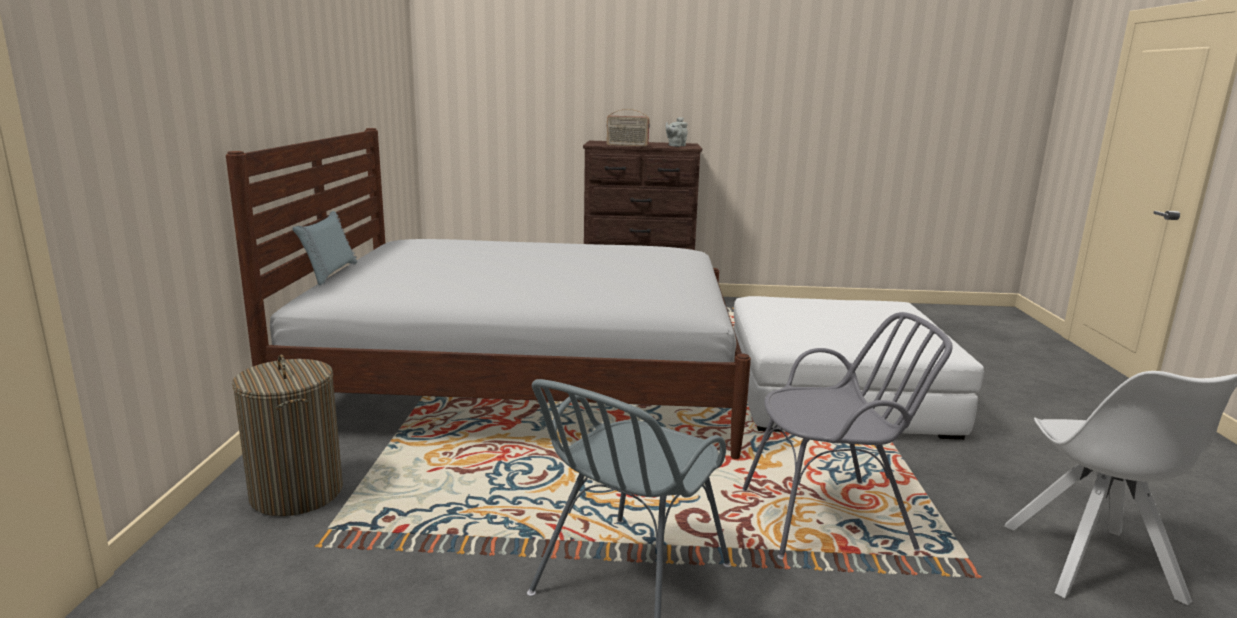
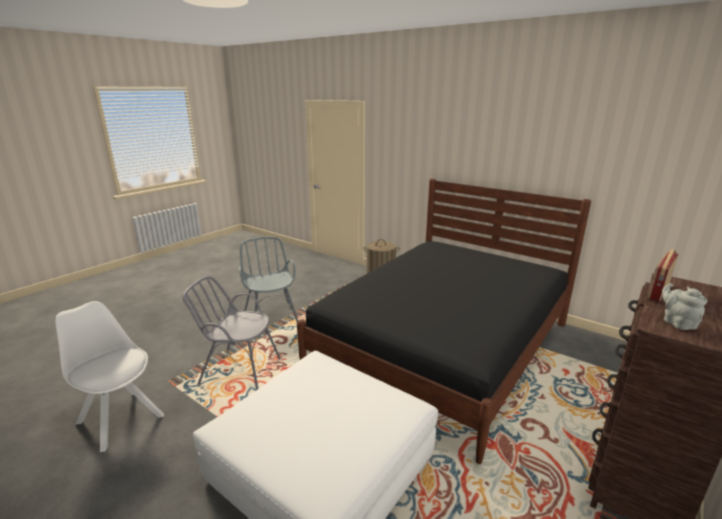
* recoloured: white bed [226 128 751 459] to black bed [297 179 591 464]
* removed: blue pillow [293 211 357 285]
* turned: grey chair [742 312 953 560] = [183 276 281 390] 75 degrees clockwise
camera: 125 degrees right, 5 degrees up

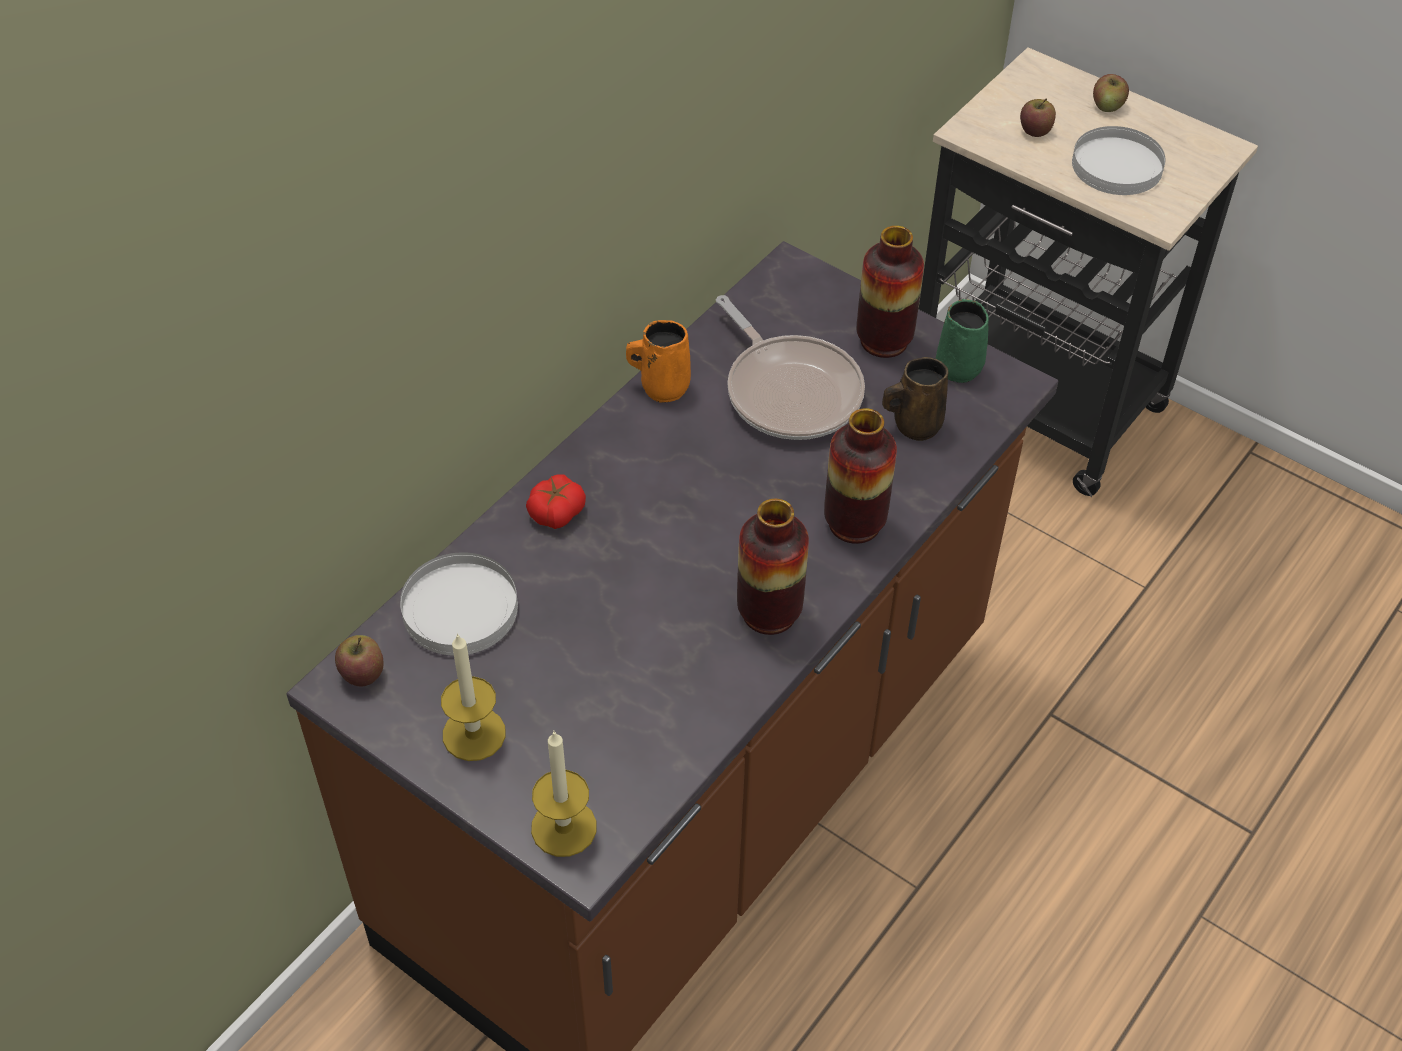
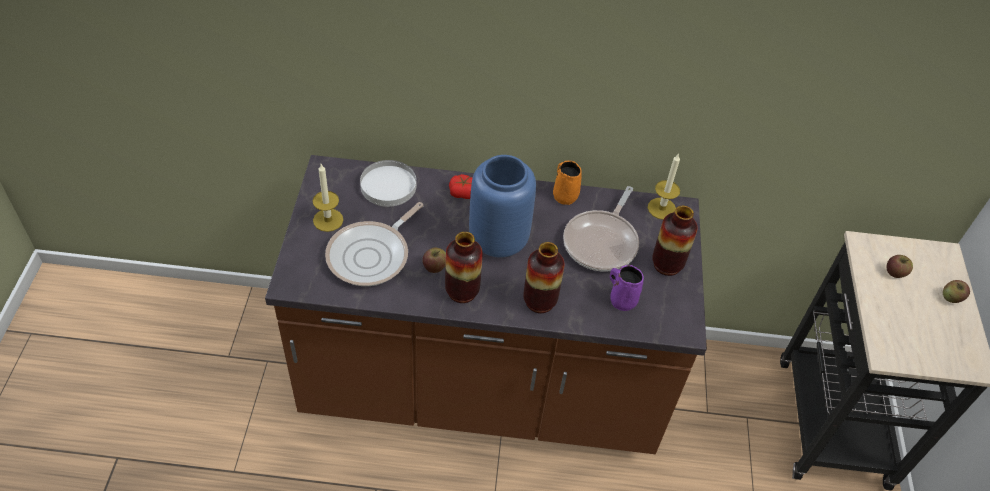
* moved: apple [335 635 383 686] to [422 248 446 273]
* moved: candle [531 731 597 857] to [648 153 680 220]
* recoloured: brown mug [882 357 949 441] to purple mug [610 265 644 311]
* removed: green mug [936 299 989 383]
* removed: white plate [1072 126 1166 195]
* added: frying pan [325 202 424 286]
* added: blue vase [469 155 536 257]
camera: 55 degrees right, 0 degrees up

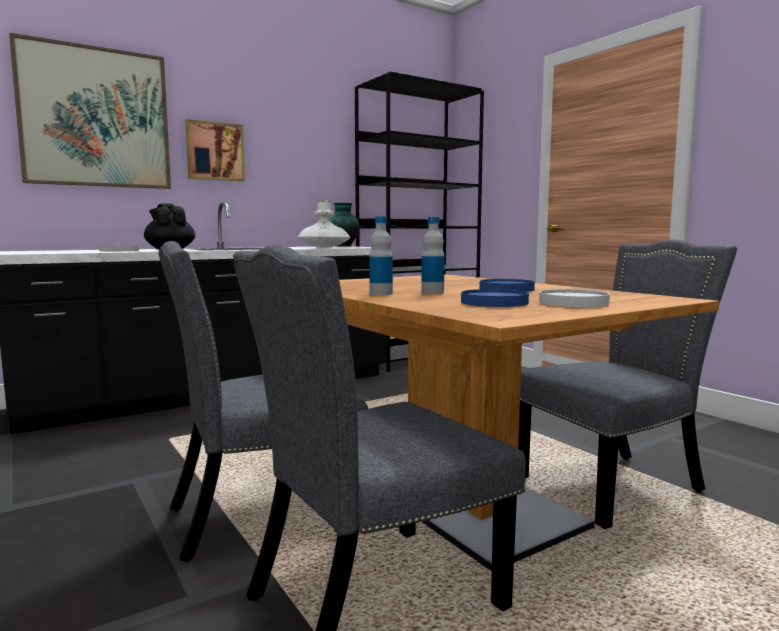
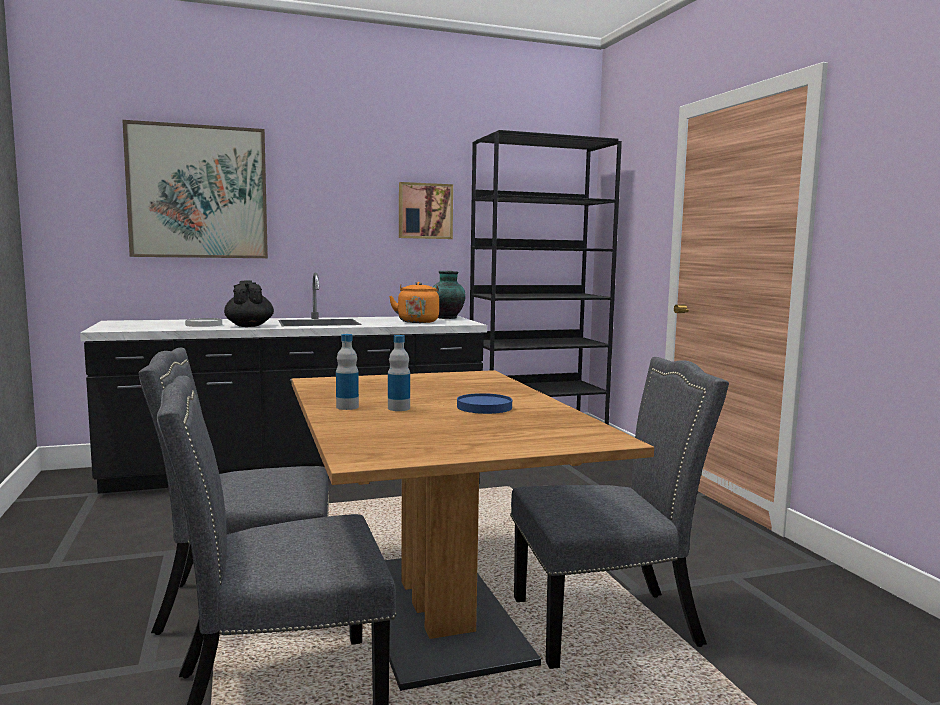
* moved: picture [185 119 245 181] to [399 182 453 239]
* replaced: white vase [298 200 350 248] to orange kettle [389 282 439 323]
* removed: blue plate [461 289 529 307]
* removed: white plate [539 289 610 307]
camera: 15 degrees right, 0 degrees up

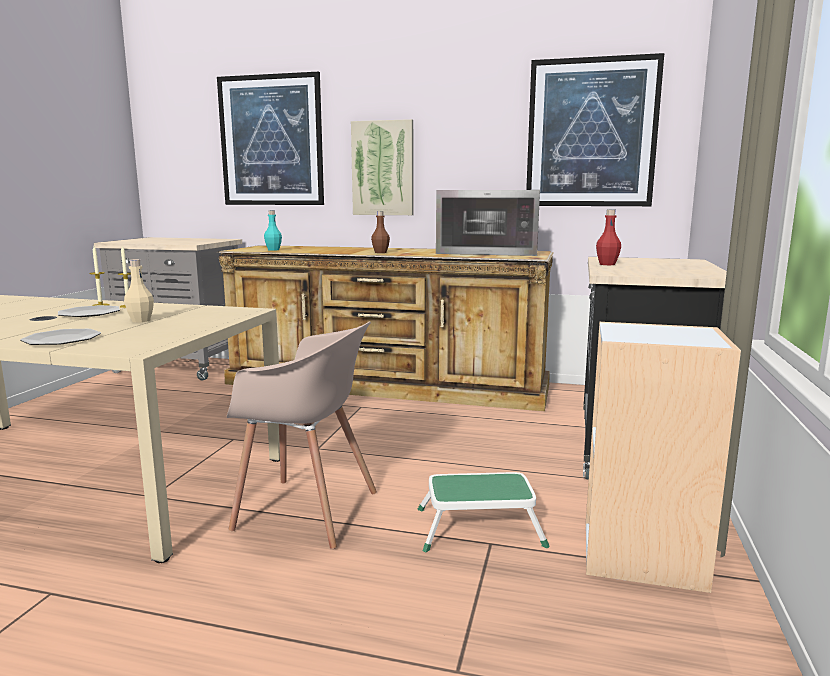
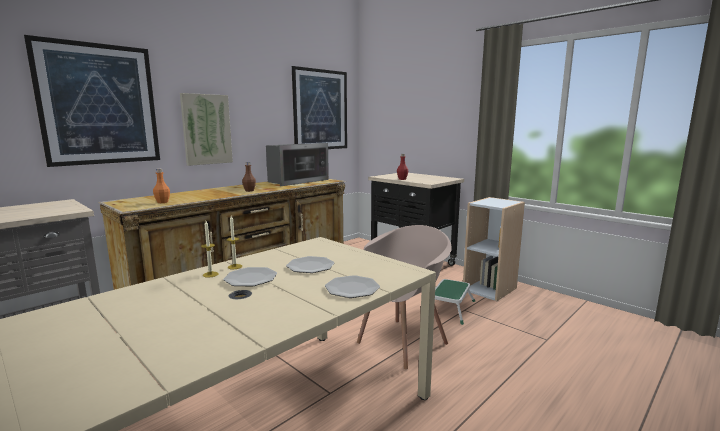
* replaced: beige bottle [124 259 154 323] to plate [286 256 334 273]
* recoloured: turquoise bottle [264 210 282 251] to orange bottle [153 169 170 203]
camera: 60 degrees left, 0 degrees up

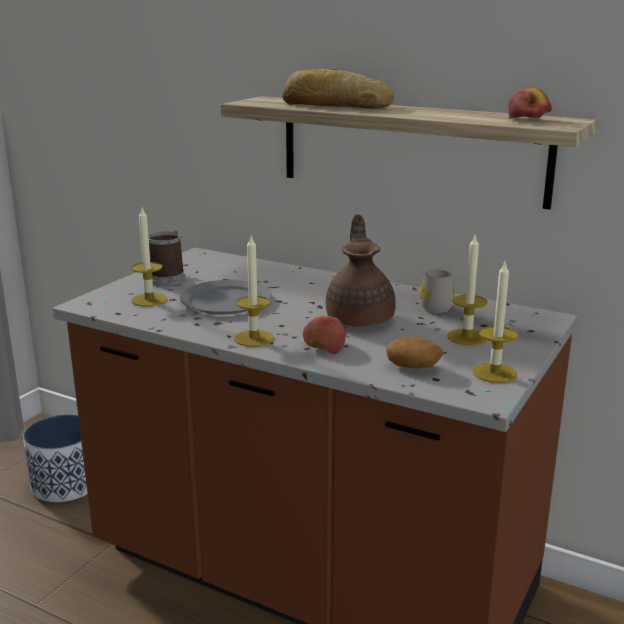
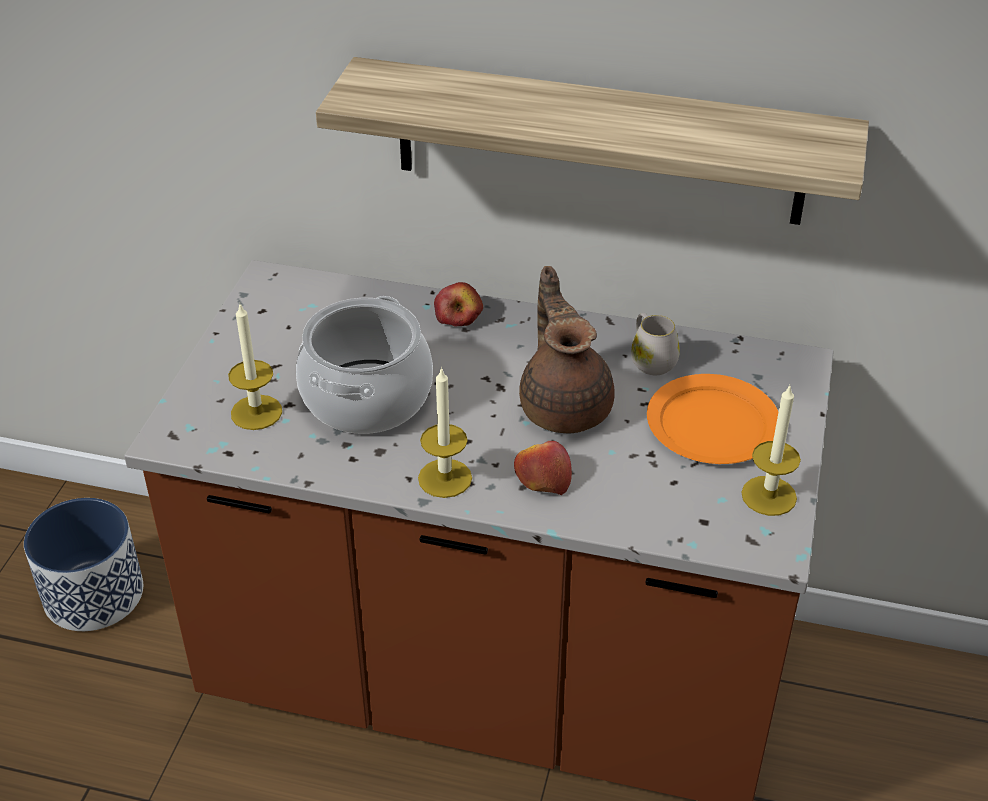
* removed: mug [148 231 186 286]
* replaced: grey plate [180 280 272 314] to cooking pot [296 296 433 434]
* removed: bread [282 68 394 109]
* removed: potato [386 336 443 368]
* replaced: candle [447 233 488 345] to orange plate [647 374 778 464]
* moved: apple [508 87 552 119] to [434 282 483 326]
camera: 15 degrees left, 20 degrees up

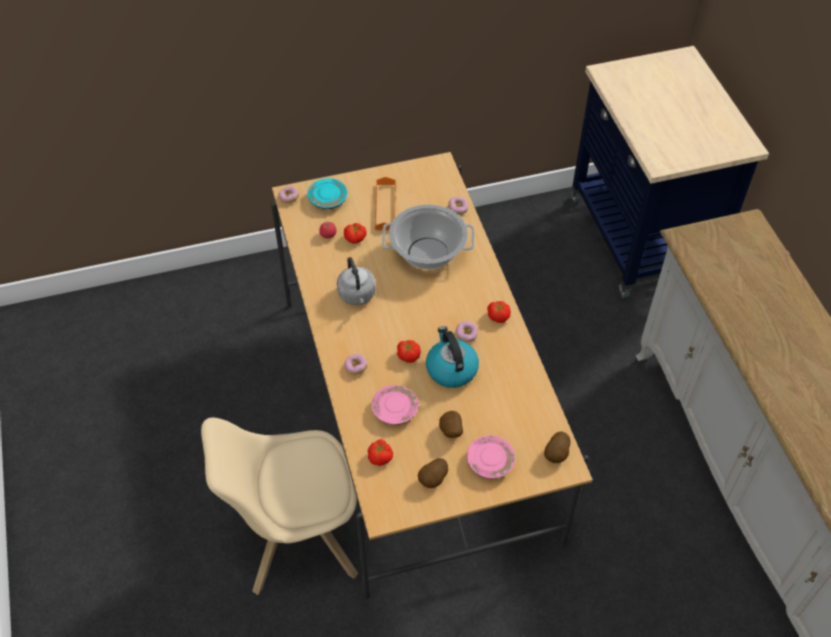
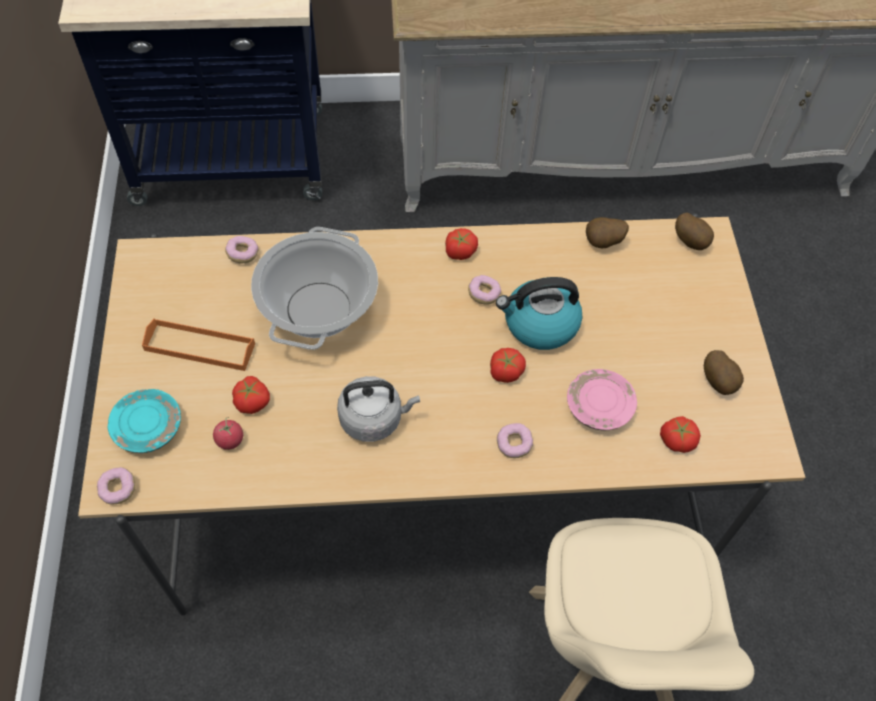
* moved: potato [439 411 463 438] to [586 217 629 248]
* removed: pink plate [467 435 515 479]
camera: 80 degrees left, 5 degrees up

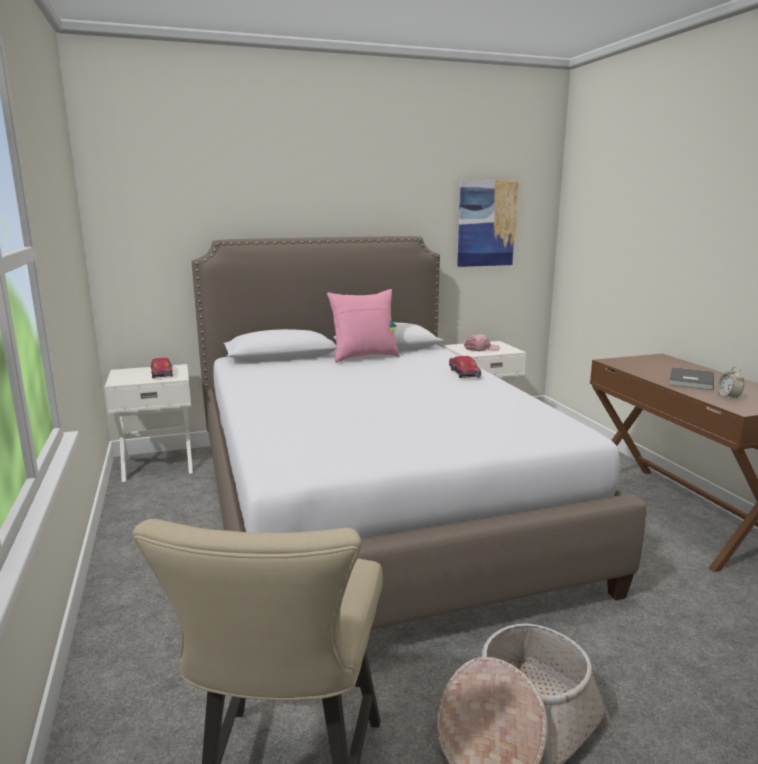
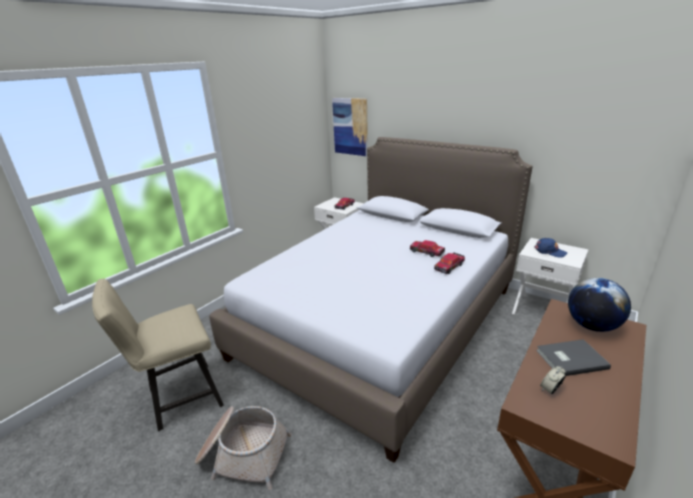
* removed: pink pillow [327 289 400 362]
* moved: picture [457 180 519 267] to [332 98 368 156]
* recoloured: pink cap [464 334 500 351] to blue cap [534 238 567 258]
* added: toy car [410 240 445 257]
* added: globe [568 278 631 332]
camera: 55 degrees right, 10 degrees up

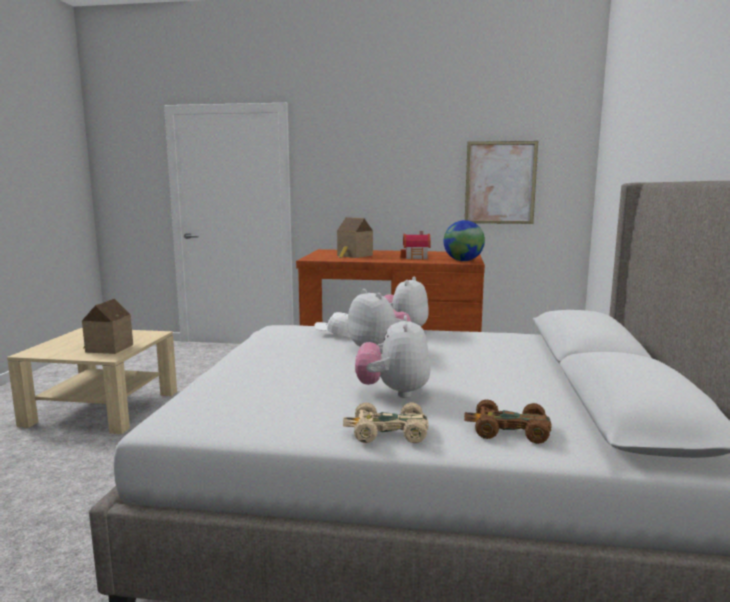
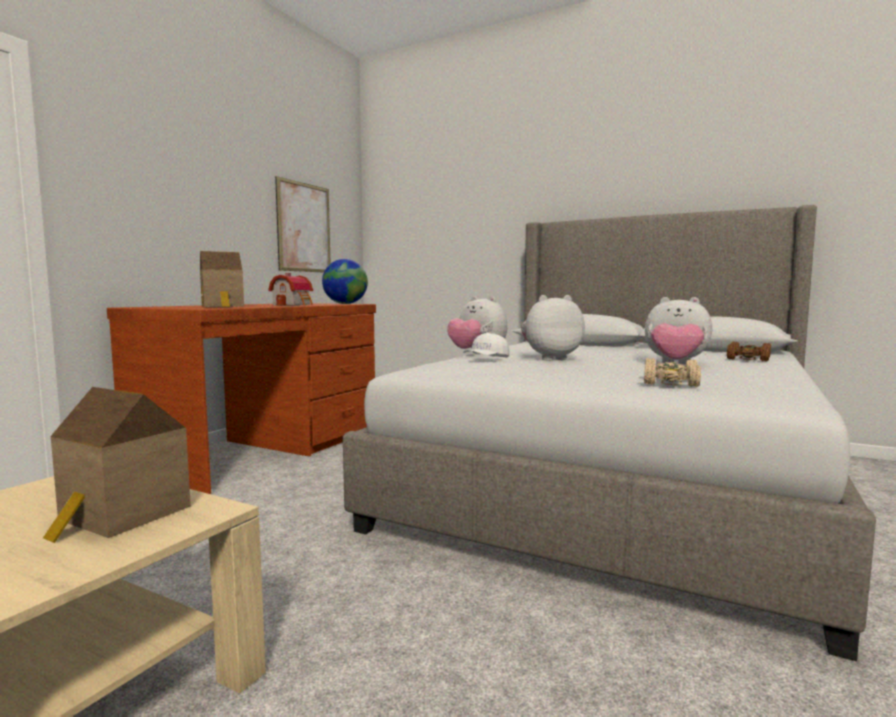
* moved: beige toy car [343 402 428 444] to [644 358 701 387]
camera: 70 degrees left, 5 degrees down

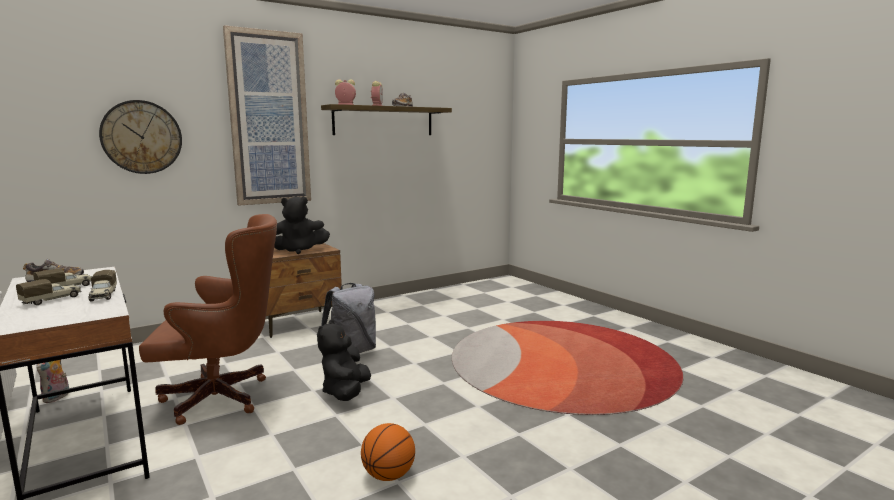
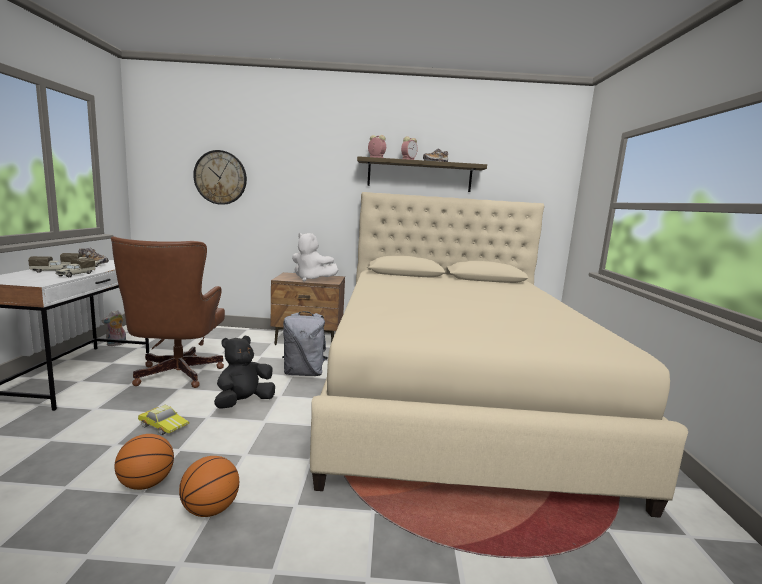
* turned: brown office chair [139 214 277 425] = [111 236 225 388] 60 degrees clockwise
* removed: picture [223 25 311 205]
* recoloured: black plush toy [274 196 330 254] to white plush toy [292 233 338 281]
* added: toy car [138 405 189 435]
* added: basketball [179 456 239 517]
* added: beige bed [310 192 688 518]
camera: 35 degrees right, 0 degrees up

